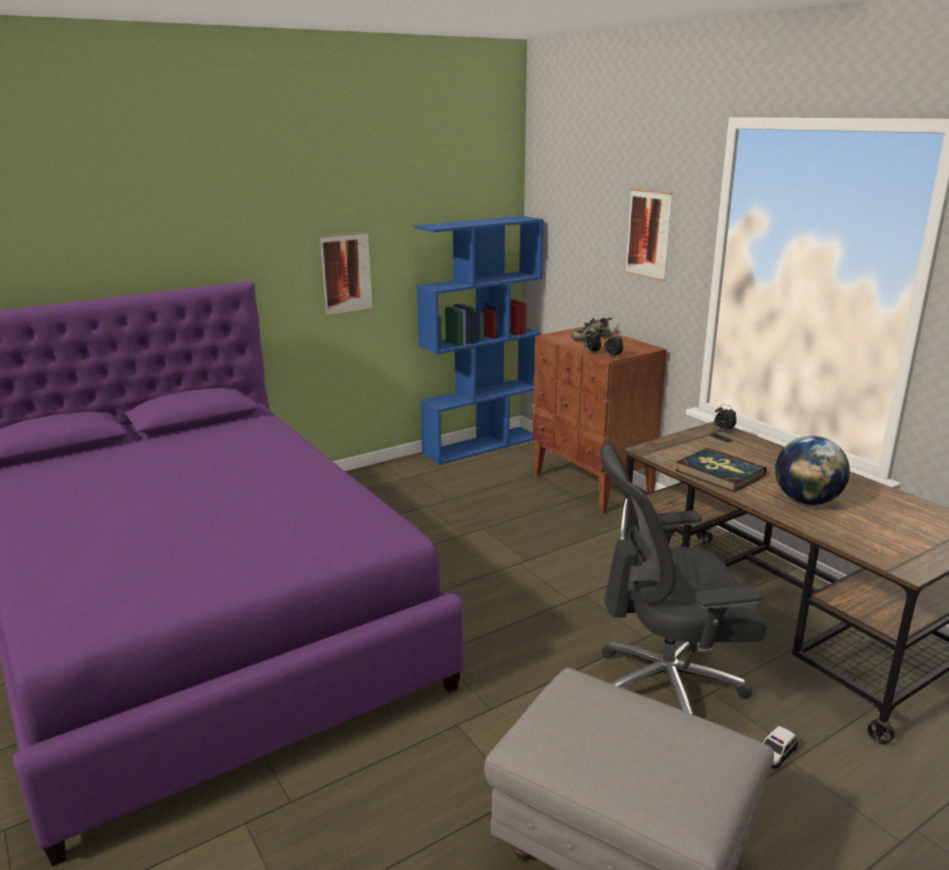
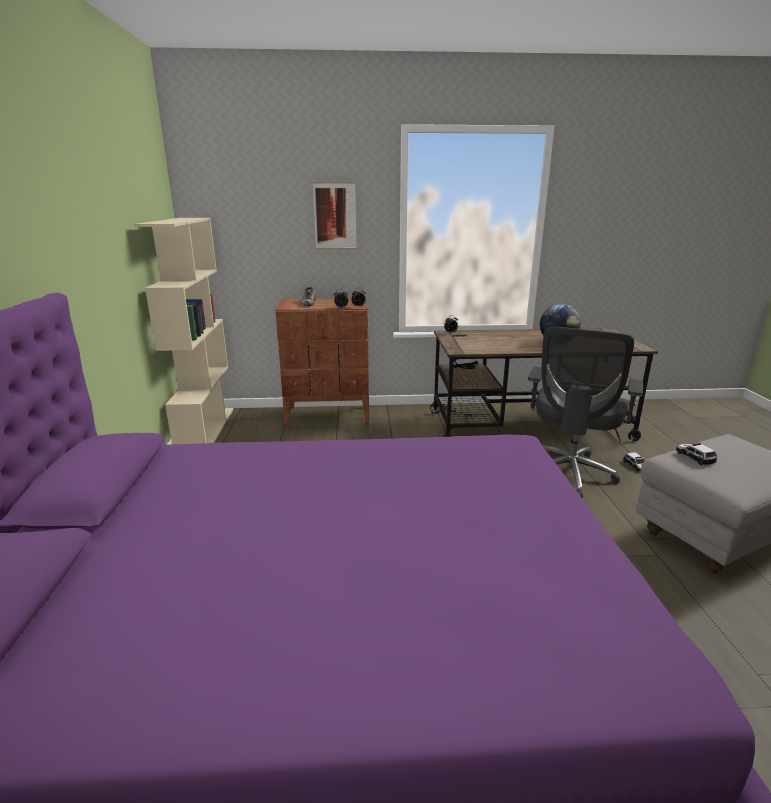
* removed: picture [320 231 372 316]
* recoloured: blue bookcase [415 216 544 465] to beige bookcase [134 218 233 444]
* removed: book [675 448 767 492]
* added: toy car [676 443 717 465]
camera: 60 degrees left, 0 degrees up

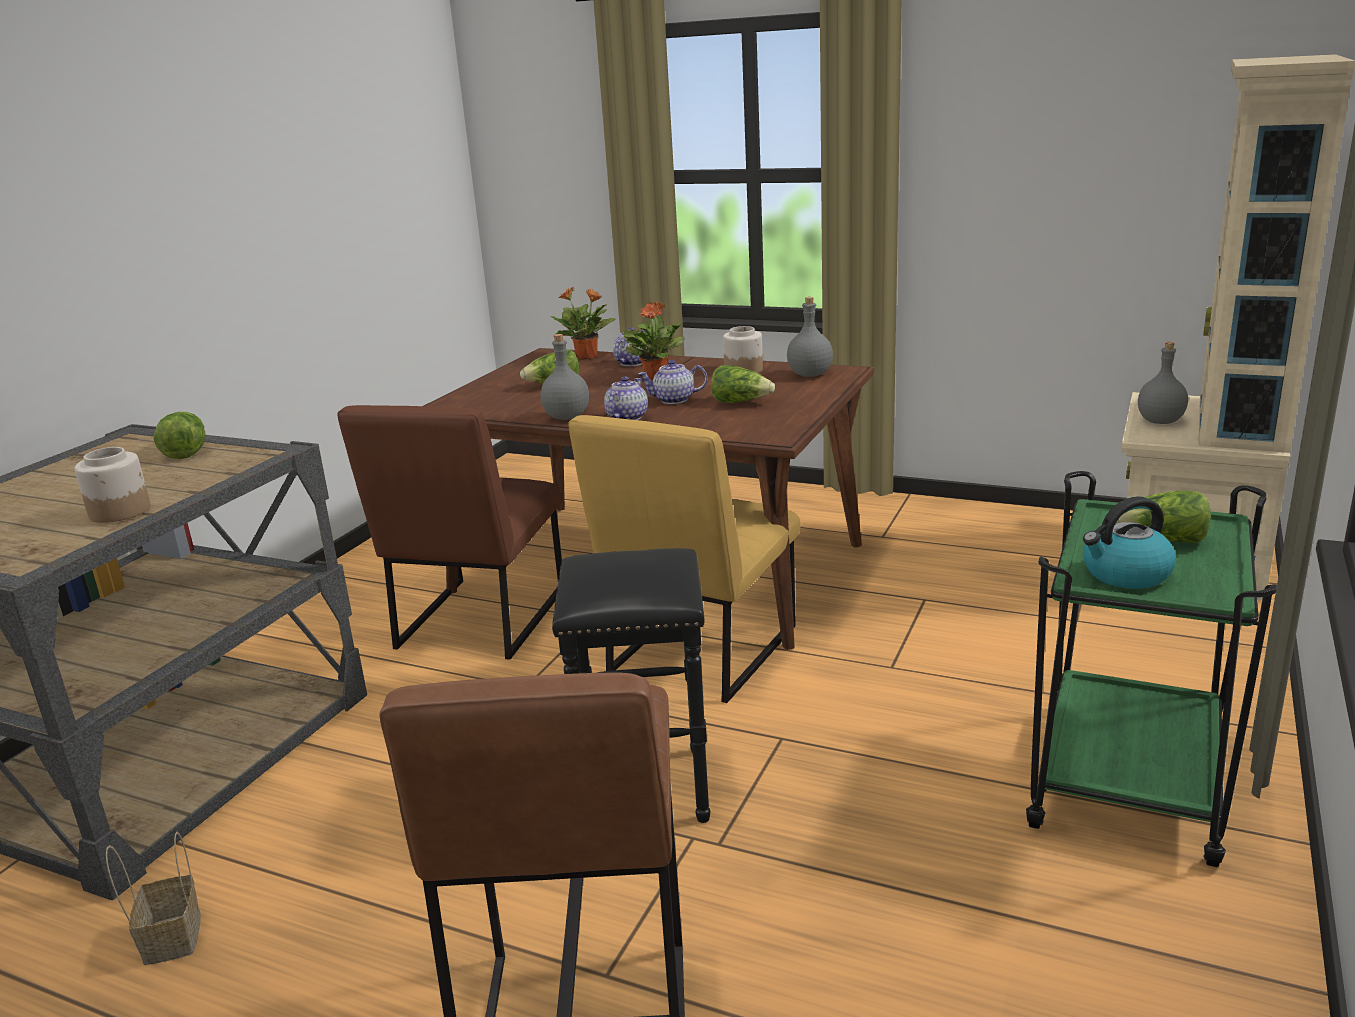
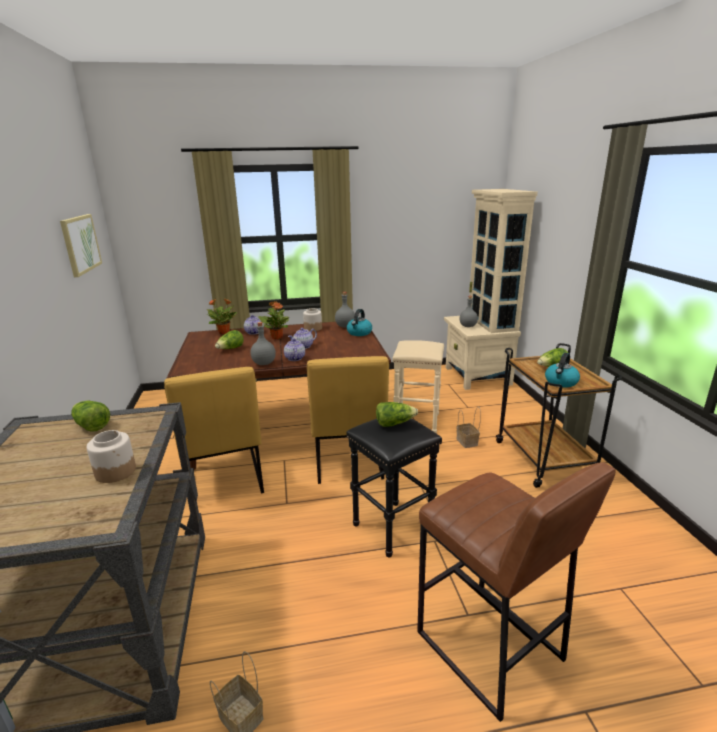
* recoloured: brown chair [337 405 562 660] to yellow chair [164 367 264 493]
* moved: lettuce [711 365 775 403] to [376 402 418 427]
* recoloured: green cart [1026 471 1277 867] to brown cart [496 343 622 488]
* added: picture [60 214 102 277]
* added: kettle [347 309 372 336]
* added: beige stool [392 340 444 433]
* added: basket [456 407 481 448]
camera: 35 degrees left, 0 degrees up

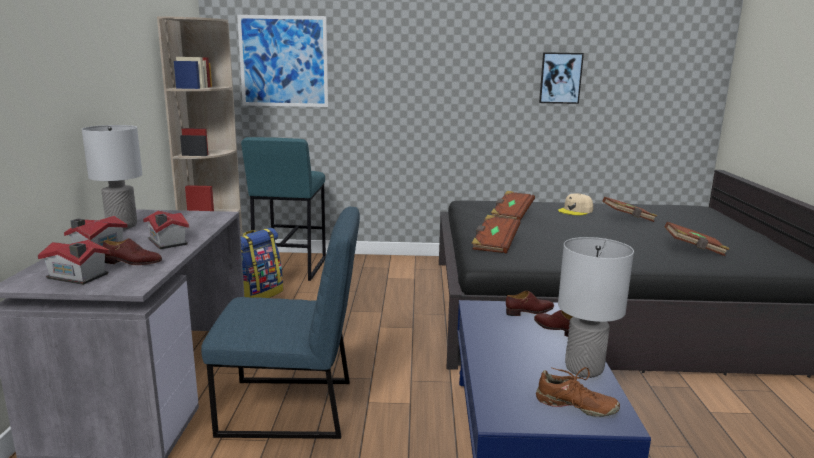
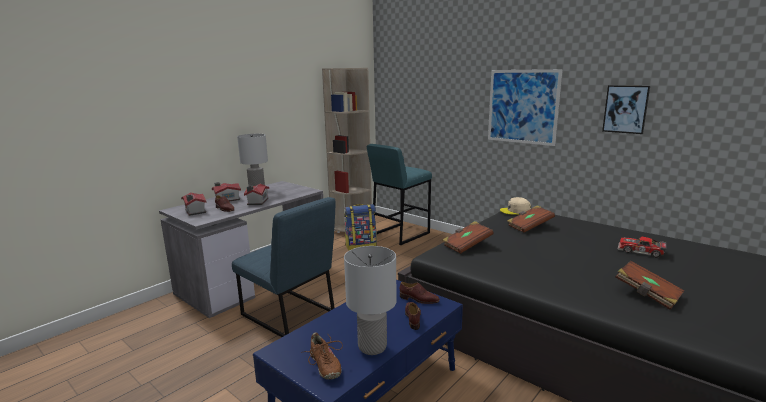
* moved: picture [237 15 328 107] to [488 69 562 146]
* moved: beige cap [558 194 593 215] to [500 197 531 215]
* replaced: brown book [602 197 657 222] to toy car [617 237 667 258]
camera: 40 degrees right, 0 degrees up

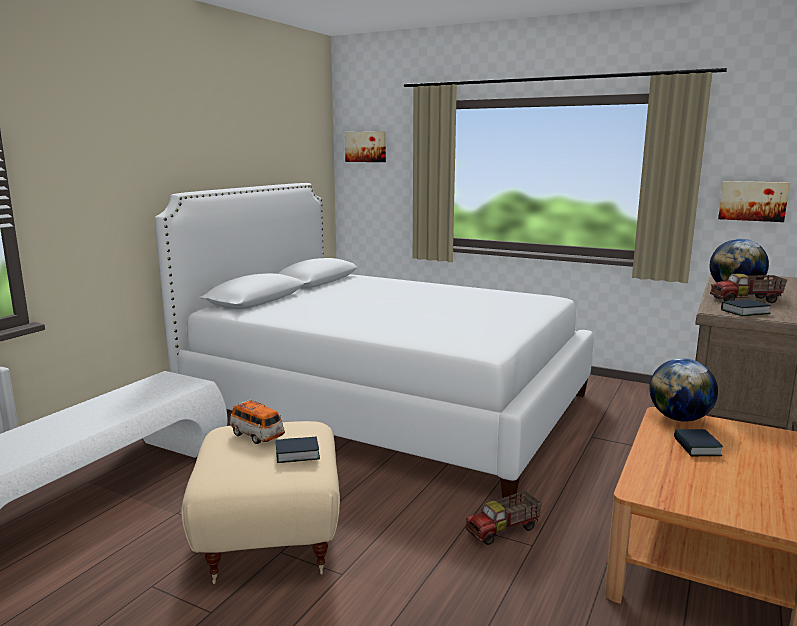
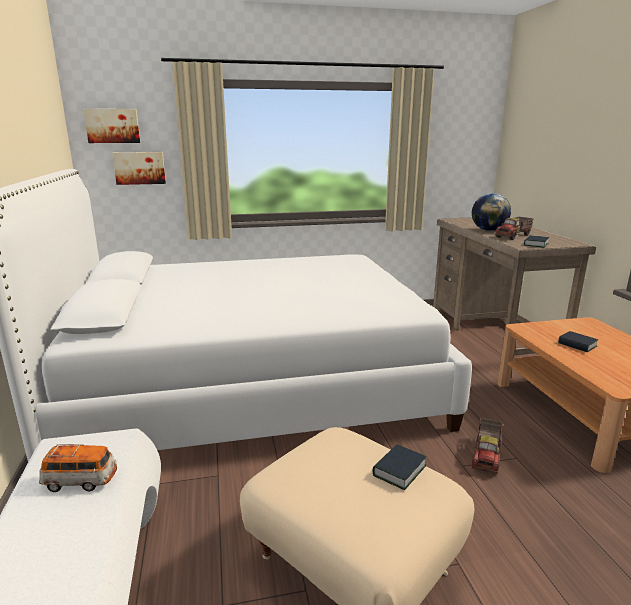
* moved: toy car [230 399 285 444] to [39 444 117 492]
* removed: globe [649 358 718 422]
* moved: picture [718 181 790 222] to [112 152 166 185]
camera: 40 degrees left, 5 degrees up

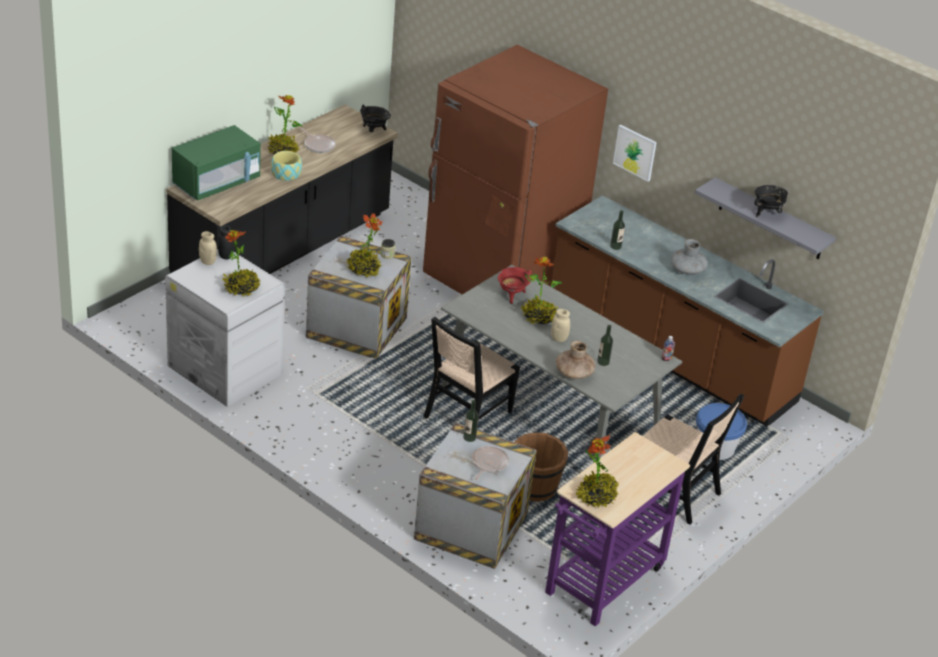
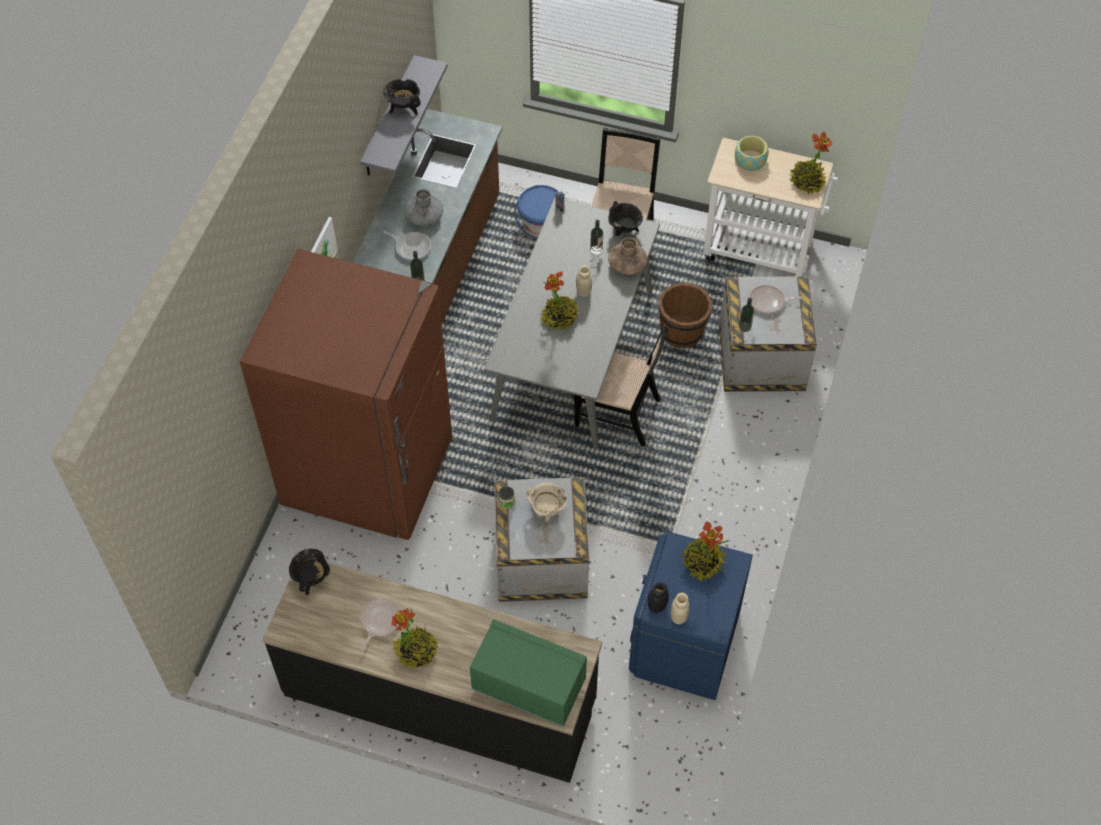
* recoloured: white washing machine [165 249 285 407] to blue washing machine [629 532 753 700]
* moved: bowl [271 151 302 181] to [735 136 769 171]
* replaced: potted plant [347 213 382 277] to beige cooking pot [526 483 567 522]
* removed: red cooking pot [498 267 532 304]
* recoloured: purple cart [545 432 690 626] to white cart [703 138 838 276]
* added: frying pan [383 230 431 261]
* added: black cooking pot [608 201 643 236]
camera: 110 degrees left, 20 degrees up

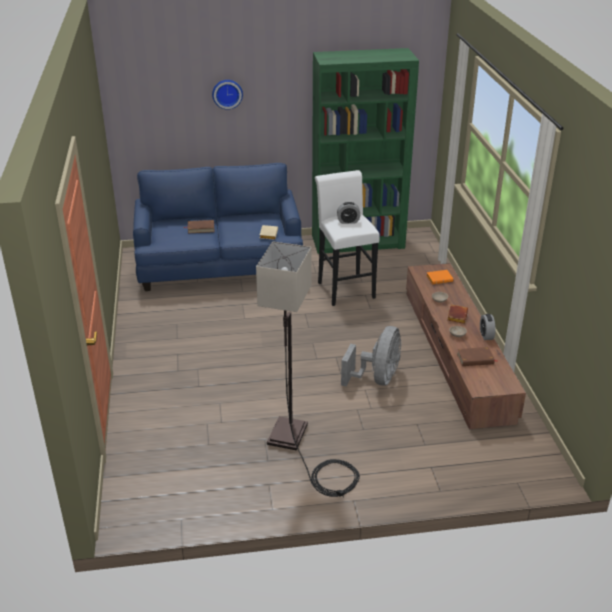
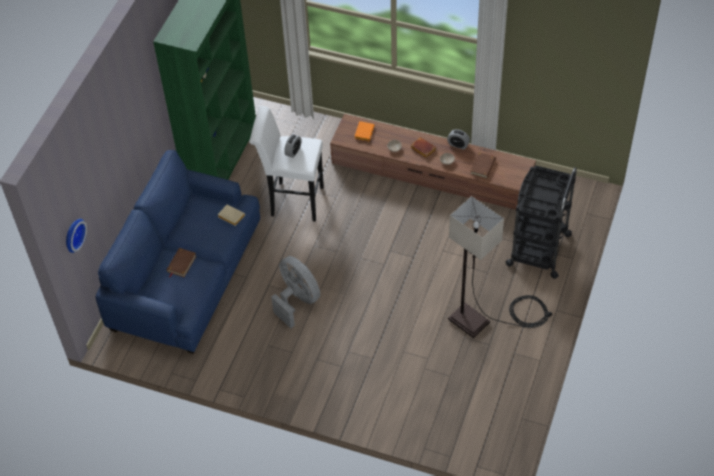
* moved: wall clock [212 80 243 110] to [66 219 87 253]
* moved: grey fan [341 326 401 387] to [271 256 320 328]
* added: black cart [506 166 577 279]
camera: 60 degrees left, 20 degrees up

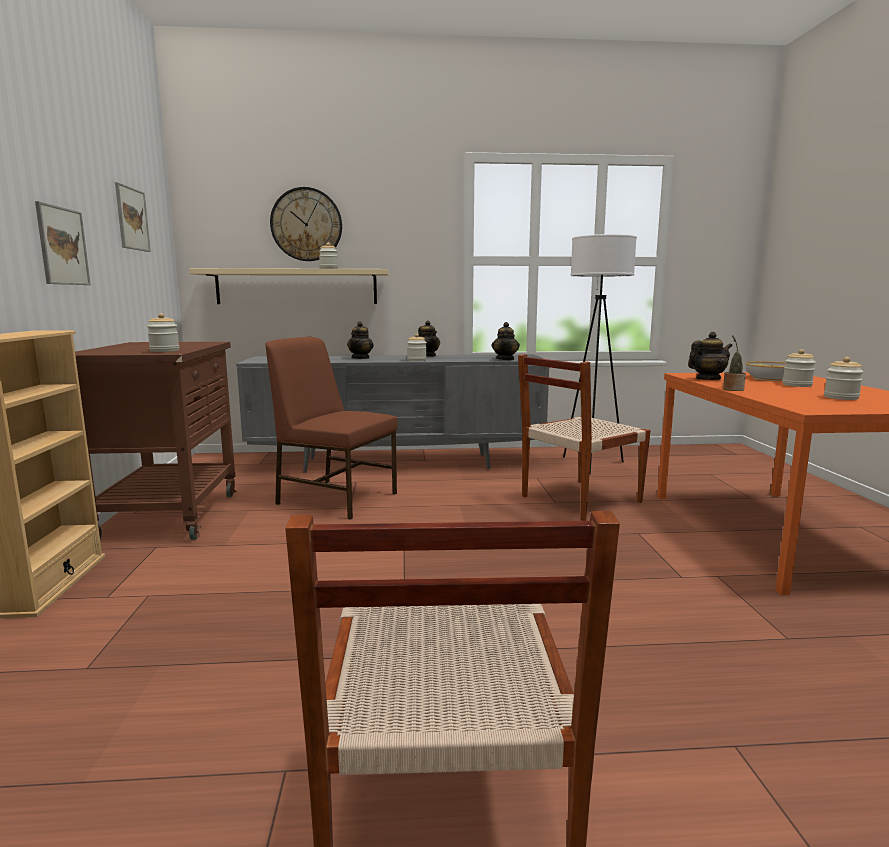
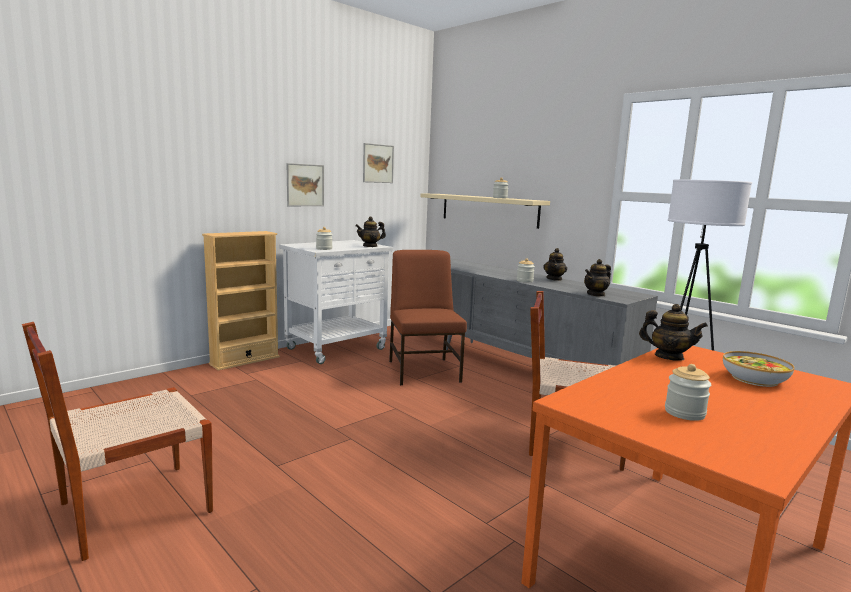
* recoloured: brown cart [75 342 237 540] to white cart [279 240 393 364]
* removed: wall clock [270 187 342 261]
* moved: teapot [347 321 374 359] to [355 217 386 247]
* removed: potted plant [723 335 746 391]
* removed: jar [782 349 816 387]
camera: 50 degrees right, 0 degrees up

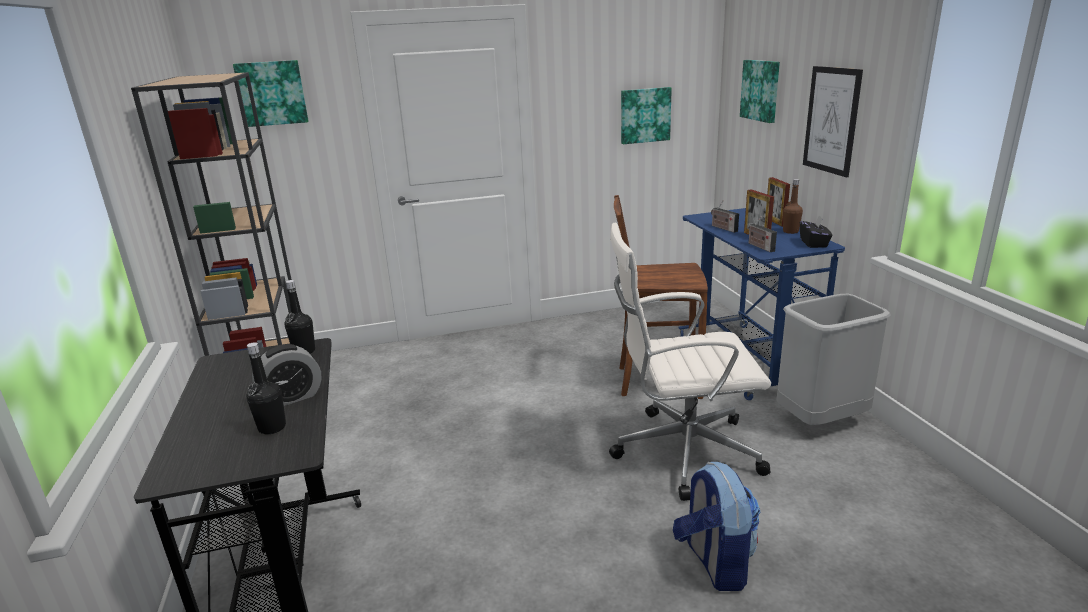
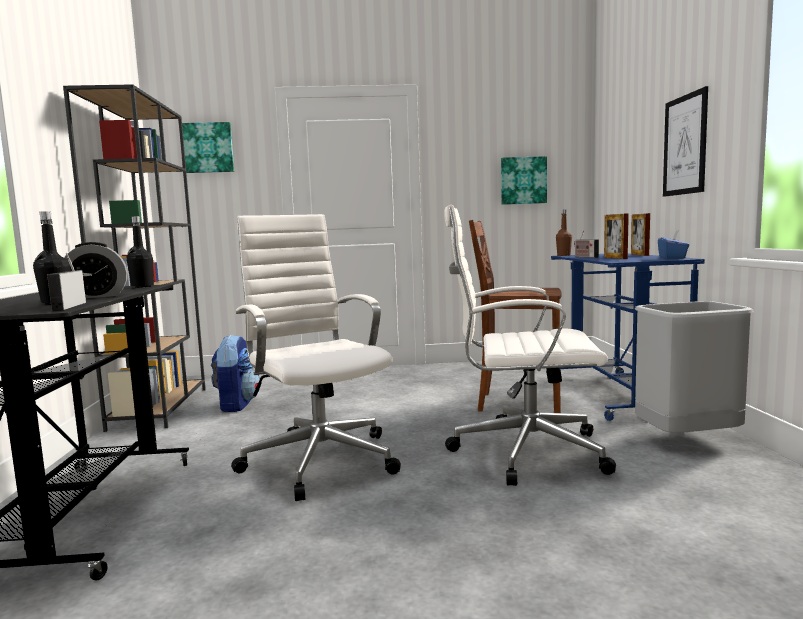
* moved: backpack [673 462 760 591] to [211 335 260 412]
* removed: picture [740 60 780 123]
* moved: radio [749 216 777 252] to [47 253 86 311]
* moved: brown bottle [783 179 803 234] to [556 210 572 256]
* recoloured: black tissue box [800 215 832 248] to blue tissue box [658 230 689 259]
* added: white office chair [231 214 401 501]
camera: 10 degrees right, 15 degrees down

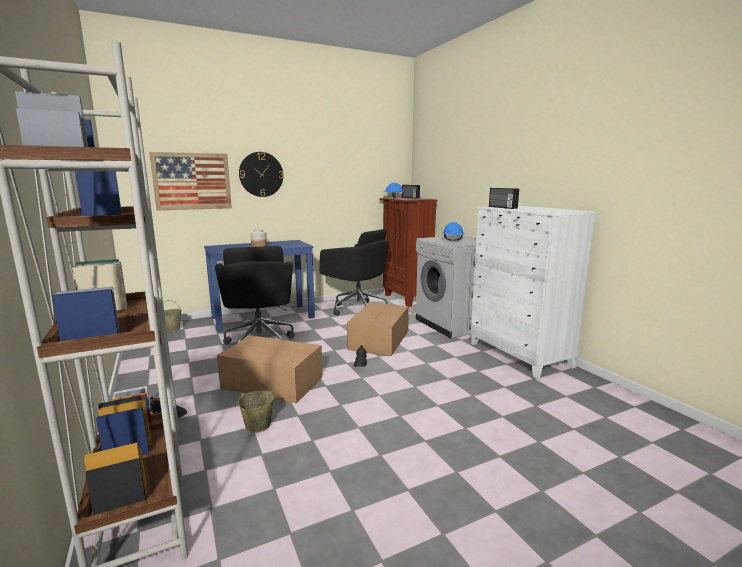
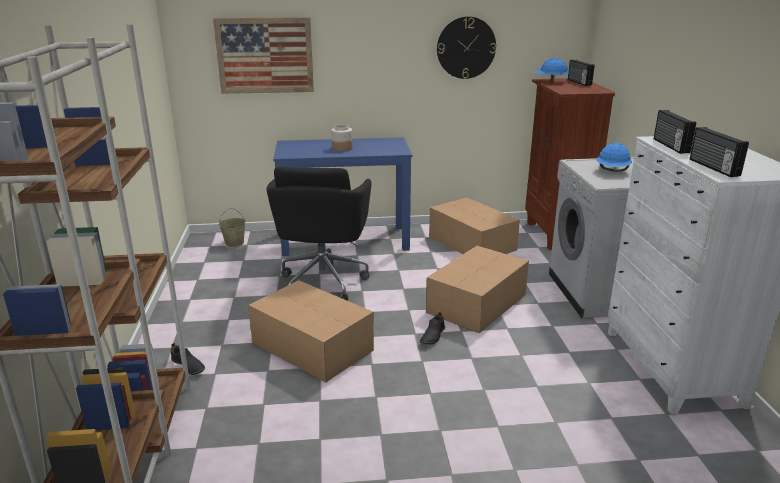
* removed: beige bucket [238 380 274 433]
* moved: wall clock [239 152 283 197] to [437 16 496 79]
* replaced: black office chair [319 229 389 316] to cardboard box [429 198 520 254]
* added: radio [690 127 749 177]
camera: 20 degrees right, 10 degrees up

